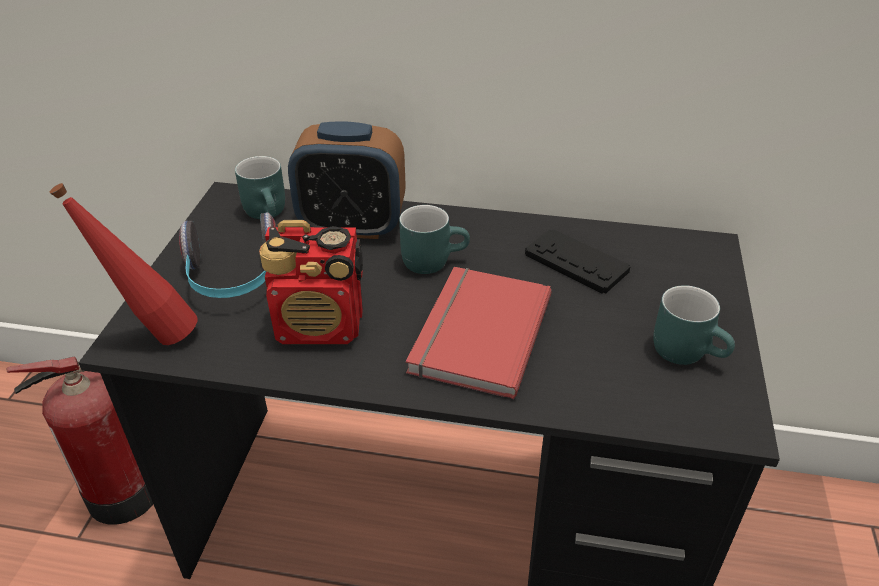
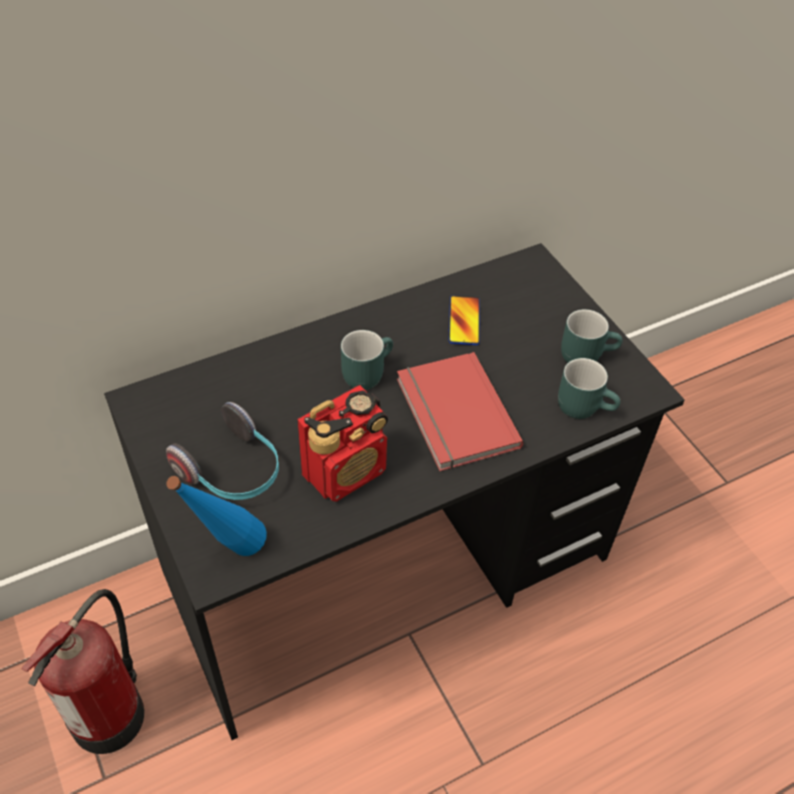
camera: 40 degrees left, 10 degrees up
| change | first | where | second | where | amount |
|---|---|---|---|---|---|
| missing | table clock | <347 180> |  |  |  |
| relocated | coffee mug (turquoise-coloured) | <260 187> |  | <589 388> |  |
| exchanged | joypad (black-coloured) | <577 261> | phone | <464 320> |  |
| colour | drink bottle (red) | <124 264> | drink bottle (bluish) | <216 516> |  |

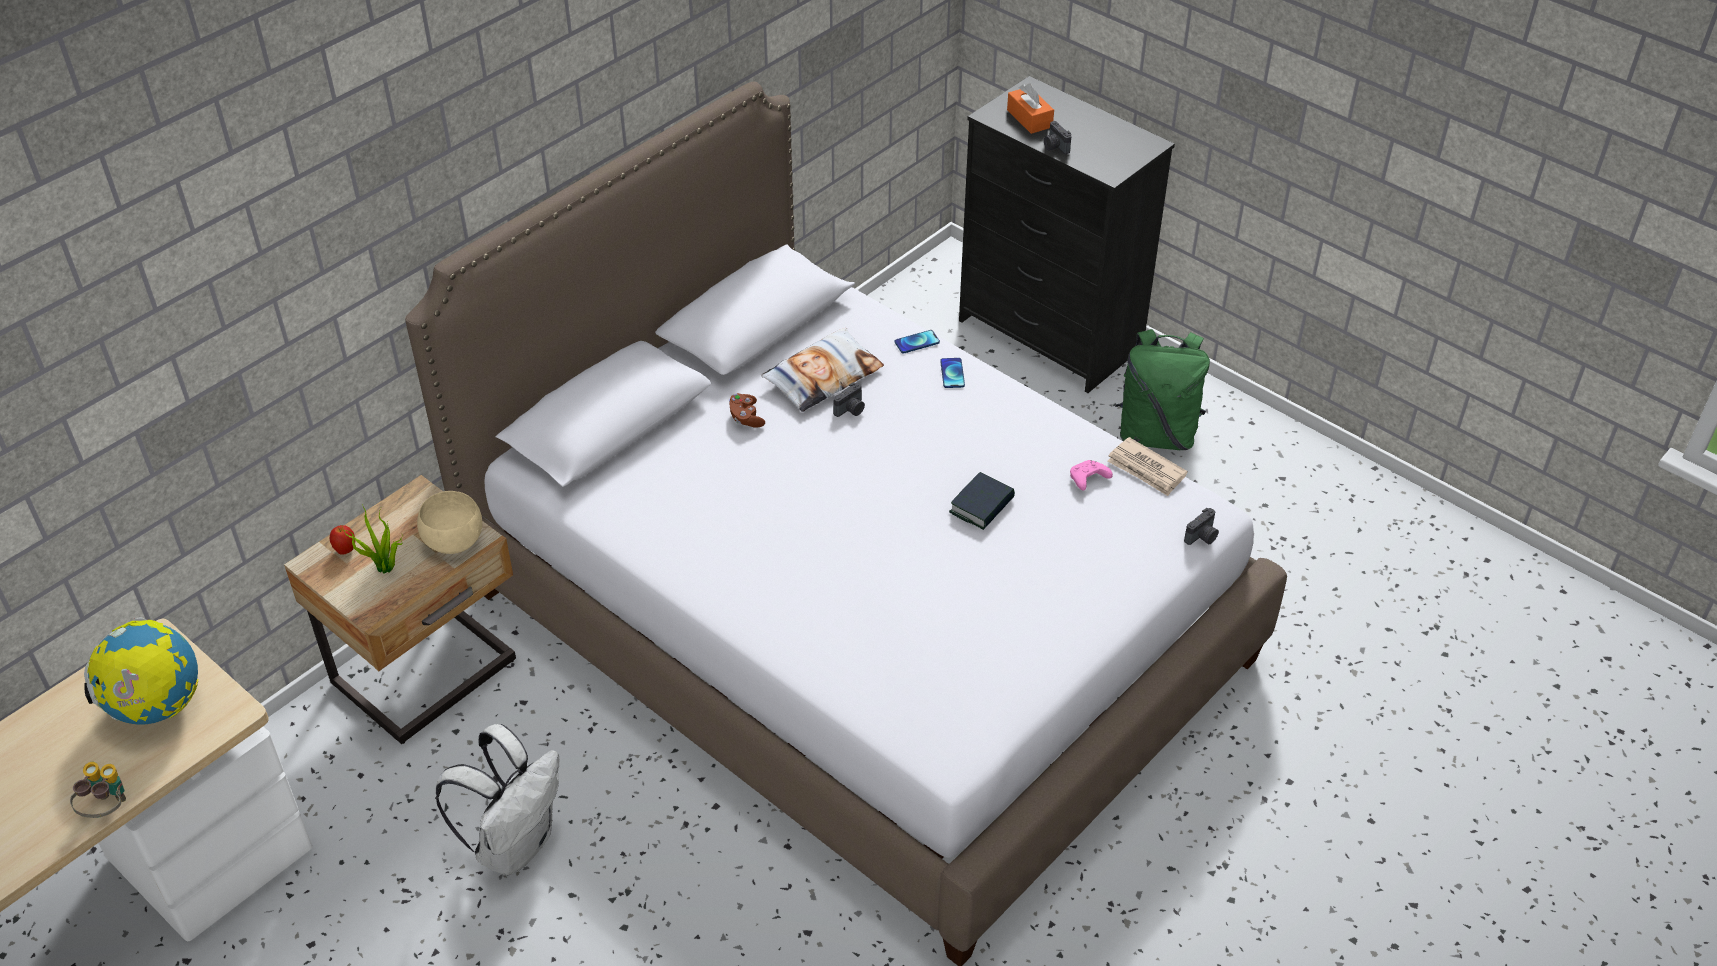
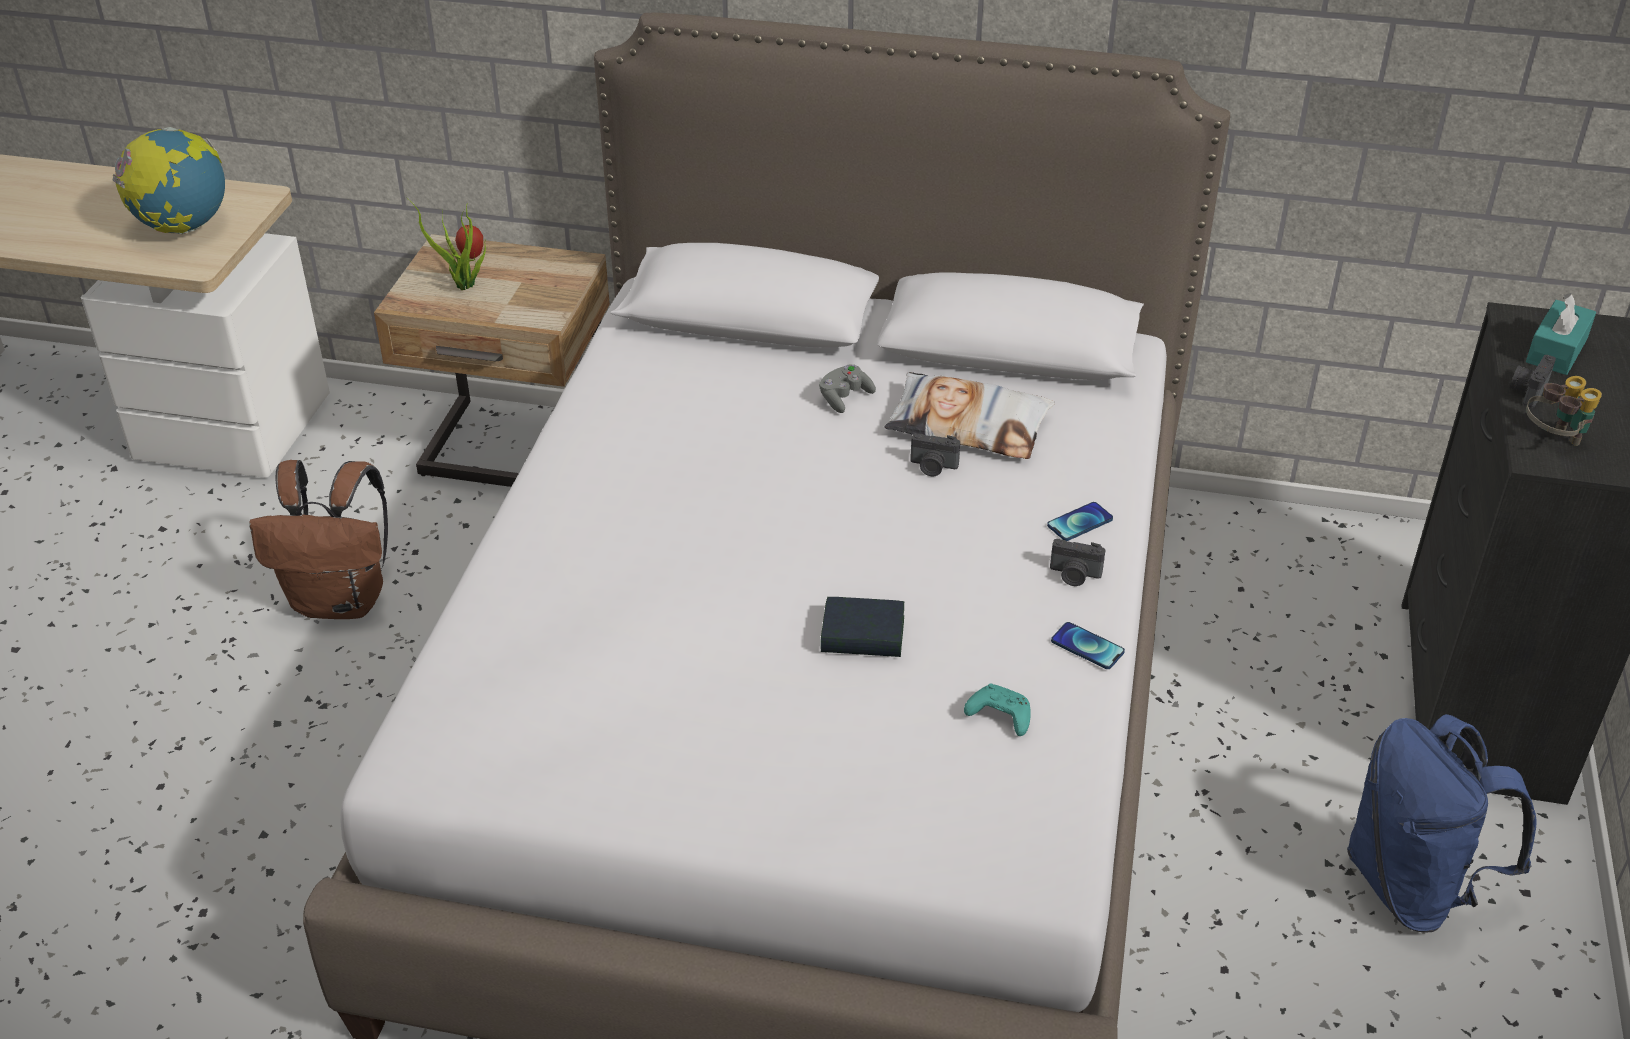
camera: 60 degrees right, 5 degrees down
| change | first | where | second | where | amount |
|---|---|---|---|---|---|
| missing | bowl (beige) | <449 522> |  |  |  |
| missing | newspaper | <1147 466> |  |  |  |
| relocated | pair of binoculars | <98 790> |  | <1564 411> |  |
| relocated | phone | <917 341> |  | <1088 645> |  |
| relocated | photo camera | <1201 526> |  | <1078 562> |  |
| colour | knapsack (whitish) | <497 800> | knapsack (brown) | <318 539> |  |
| colour | joypad (brown) | <747 410> | joypad (gray) | <847 388> |  |
| colour | tissue holder (orangey) | <1030 108> | tissue holder (turquoise-coloured) | <1561 334> |  |
| colour | joypad (pinkish) | <1091 475> | joypad (turquoise-coloured) | <997 709> |  |
| colour | knapsack (greenish) | <1162 389> | knapsack (bluish) | <1441 823> |  |

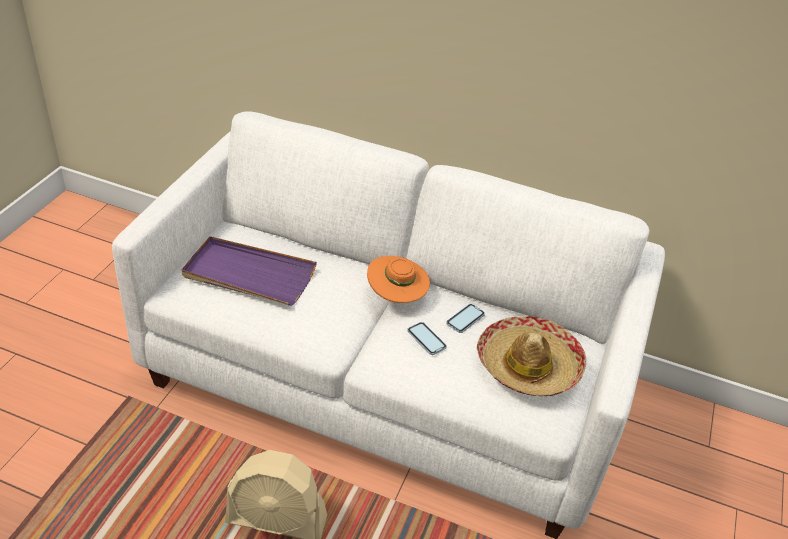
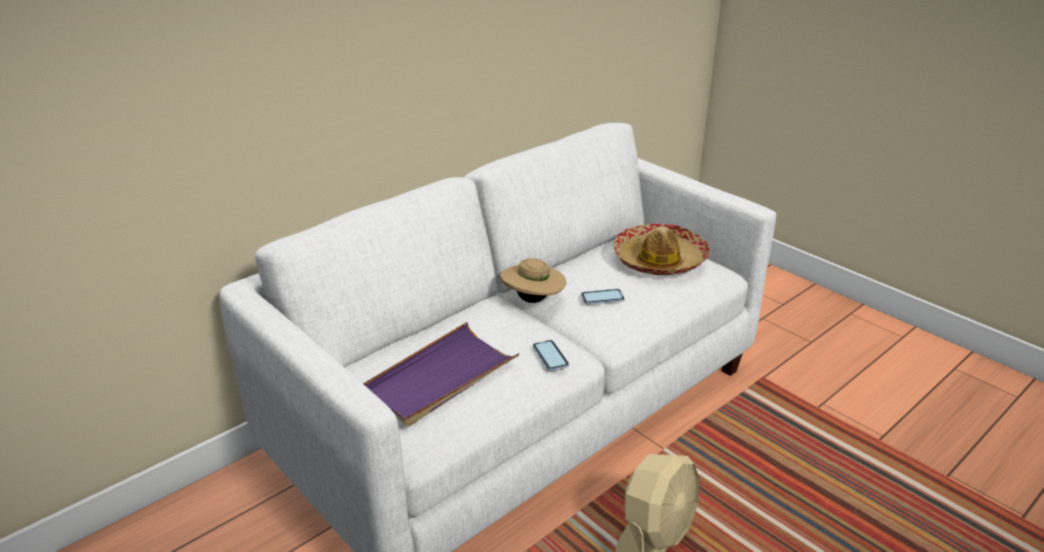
camera: 60 degrees left, 10 degrees down
| change | first | where | second | where | amount |
|---|---|---|---|---|---|
| relocated | phone | <465 318> |  | <551 355> |  |
| colour | hat (orangey) | <398 279> | hat (beige) | <533 280> |  |

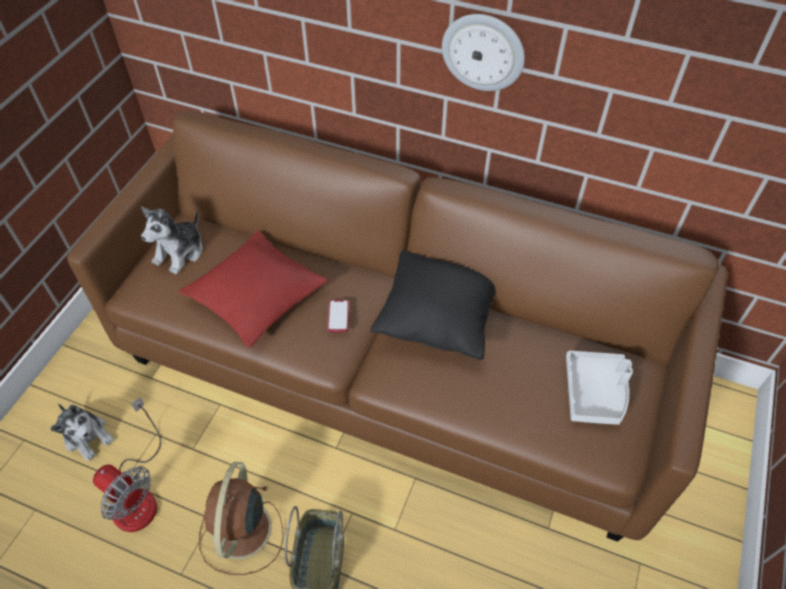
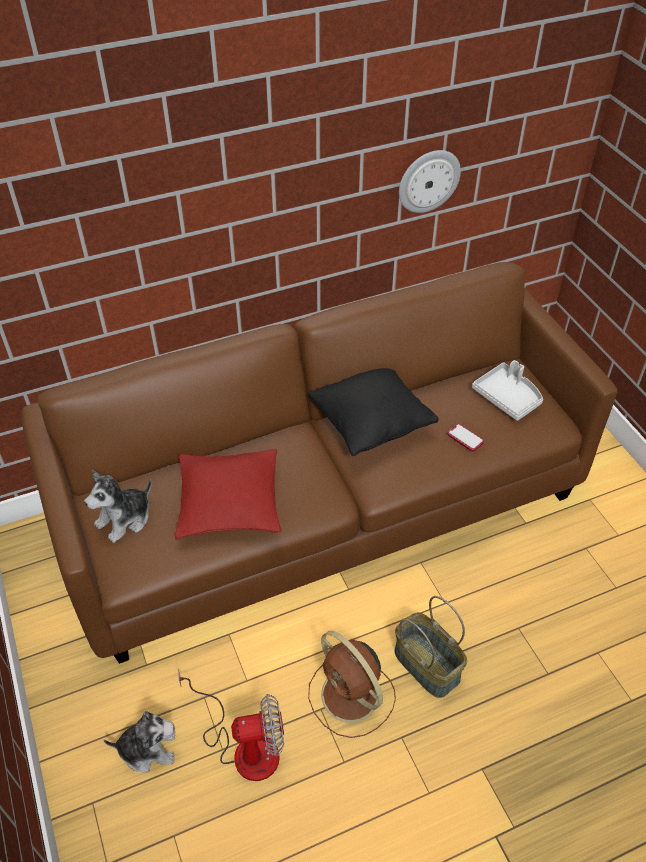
camera: 45 degrees left, 5 degrees down
| change | first | where | second | where | amount |
|---|---|---|---|---|---|
| relocated | phone | <338 316> |  | <465 438> |  |
| relocated | clock on the wall | <483 52> |  | <430 181> |  |
| spun | plush toy | <172 240> |  | <117 506> | 60 degrees clockwise |

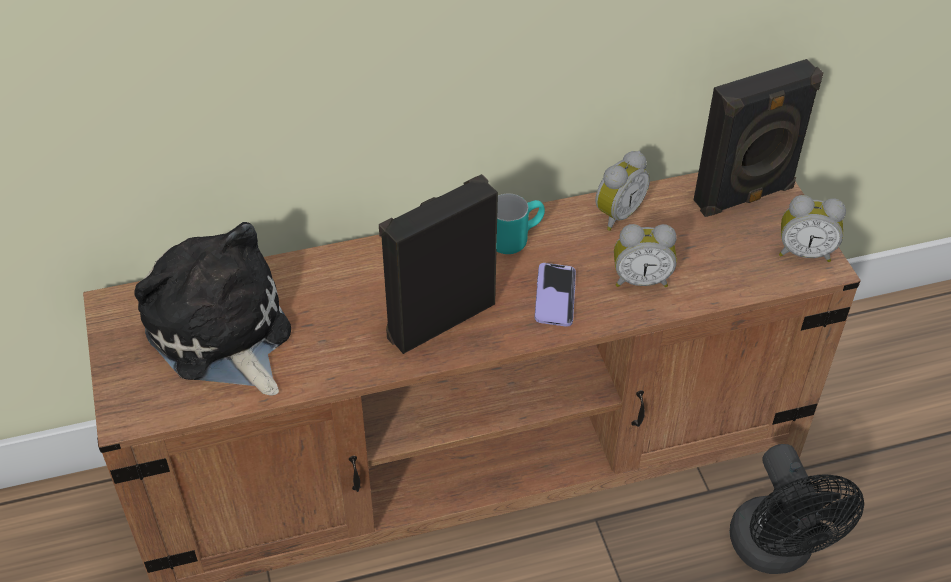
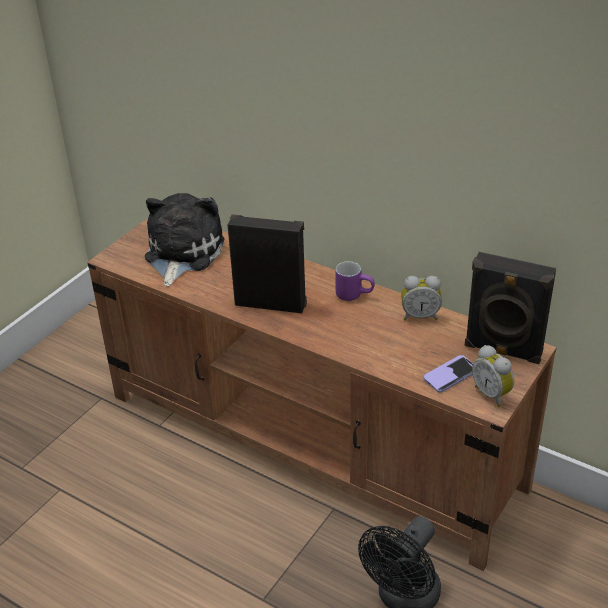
camera: 50 degrees right, 10 degrees down
| change | first | where | second | where | amount |
|---|---|---|---|---|---|
| missing | table clock | <645 255> |  |  |  |
| relocated | phone | <555 295> |  | <448 374> |  |
| colour | coffee mug (turquoise-coloured) | <520 224> | coffee mug (purple) | <355 281> |  |

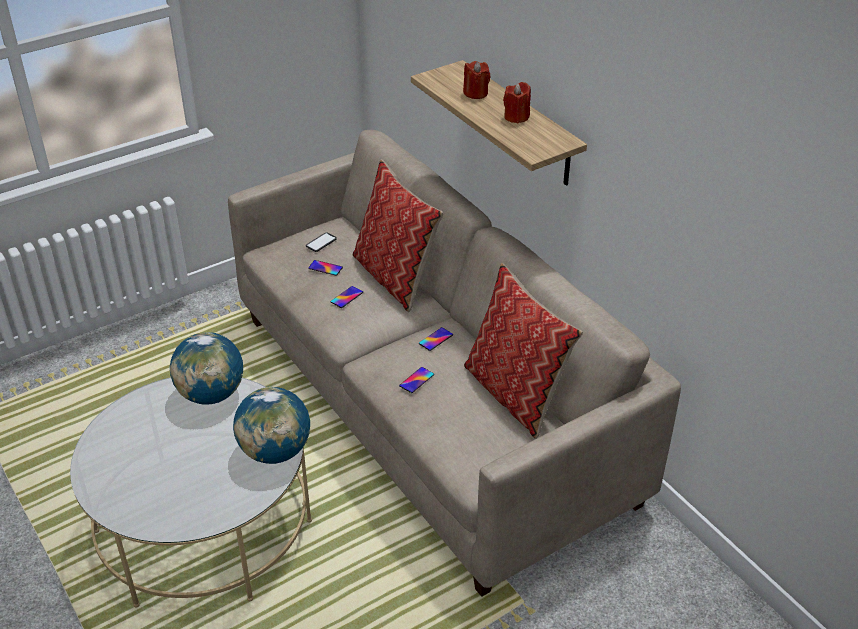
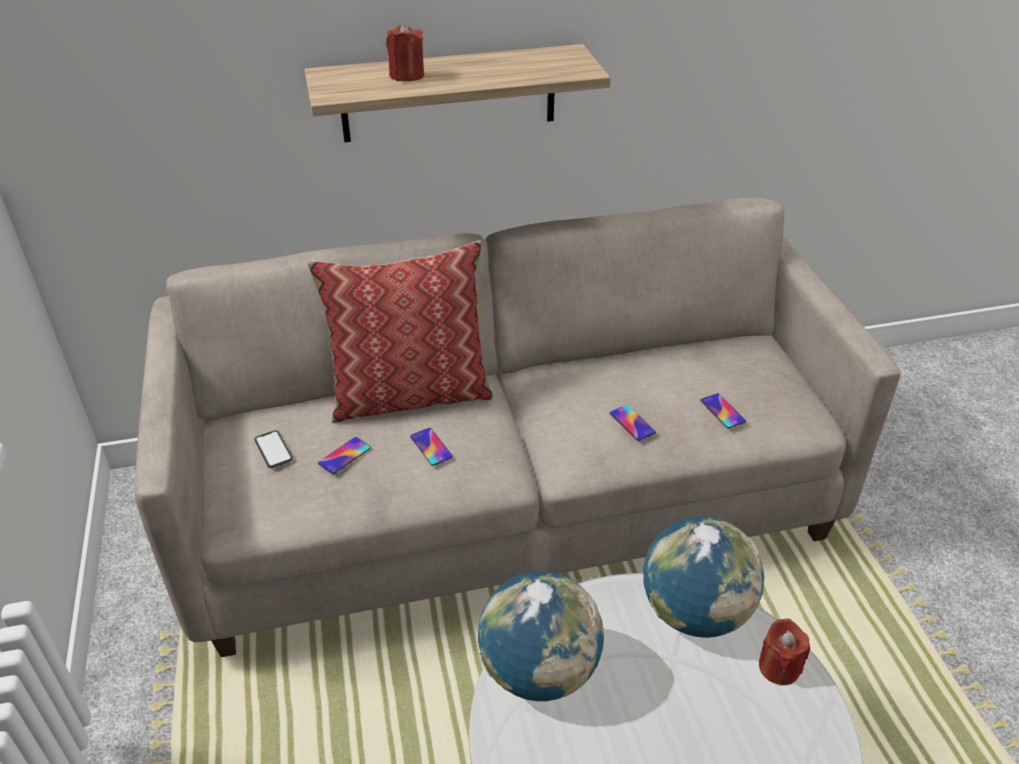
camera: 70 degrees left, 0 degrees up
| change | first | where | second | where | amount |
|---|---|---|---|---|---|
| missing | cushion | <523 351> |  |  |  |
| relocated | phone | <436 339> |  | <723 410> |  |
| relocated | wax candle (red) | <517 102> |  | <784 652> |  |

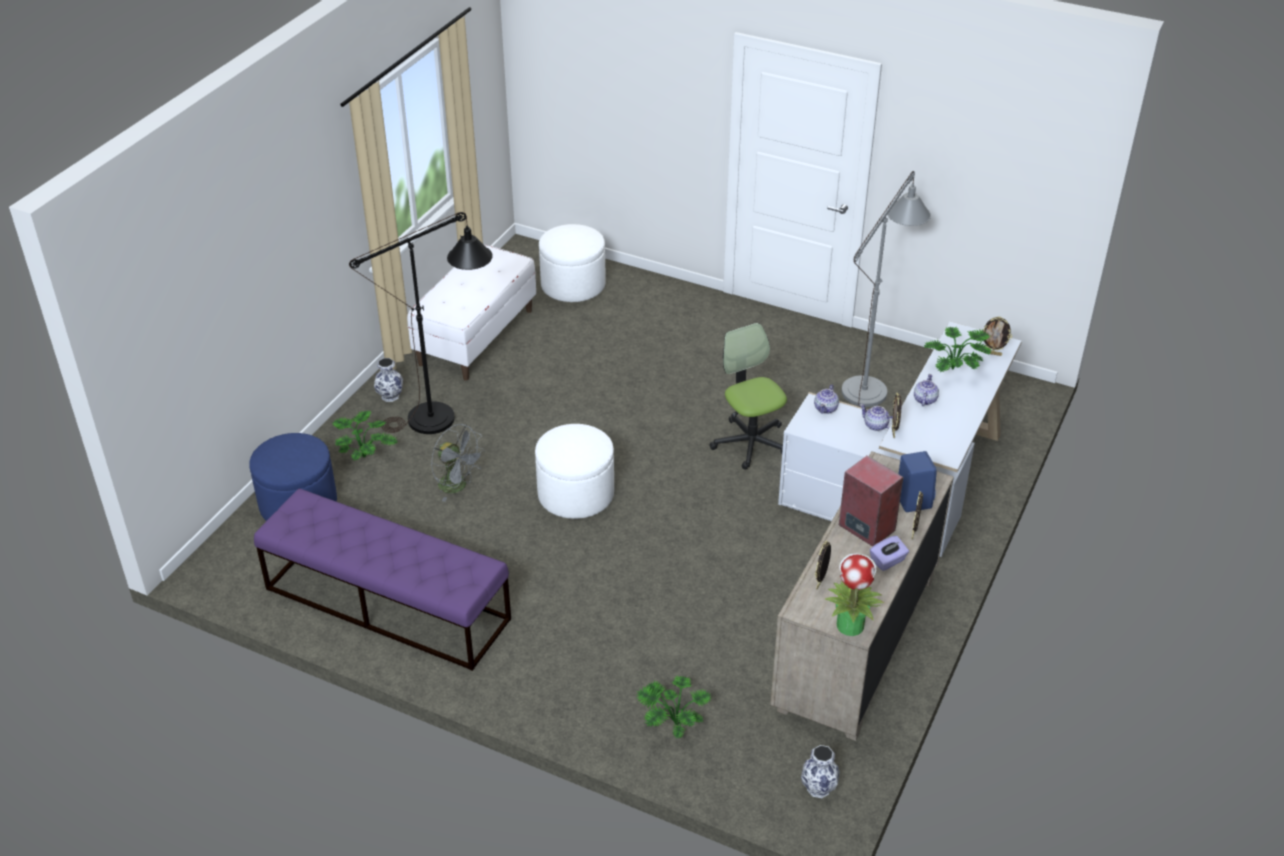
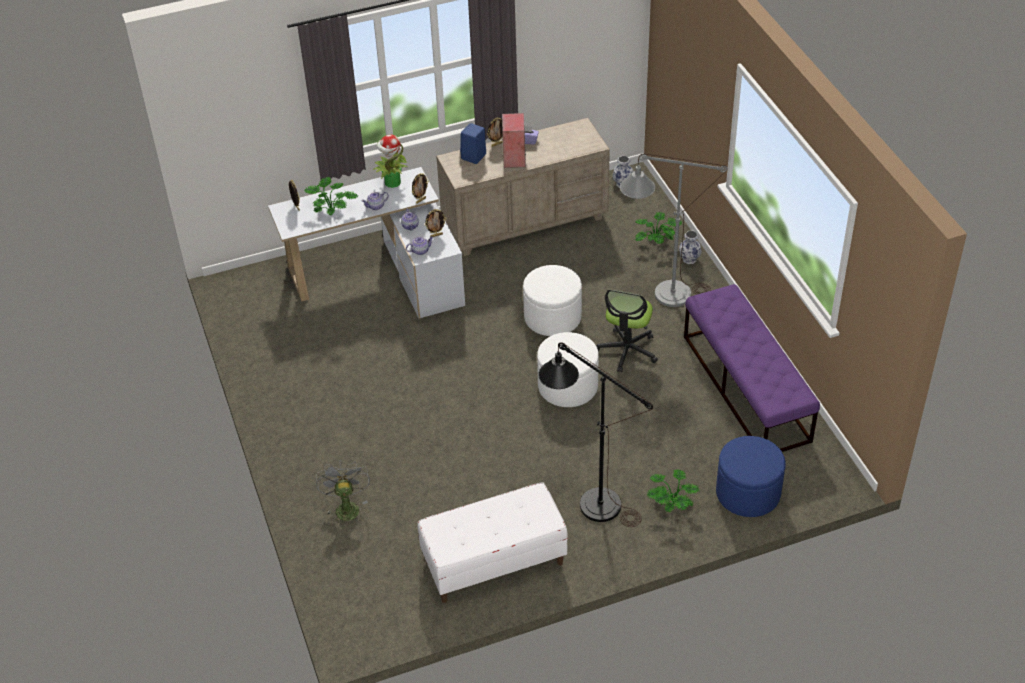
camera: 135 degrees left, 5 degrees up
| change | first | where | second | where | amount |
|---|---|---|---|---|---|
| relocated | flower vase | <388 380> |  | <690 247> |  |
| relocated | electric fan (gray) | <458 463> |  | <343 494> |  |
| relocated | pouffe (whitish) | <572 263> |  | <552 300> |  |
| relocated | office chair | <748 396> |  | <627 331> |  |
| relocated | picture frame | <823 564> |  | <436 223> |  |
| relocated | houseplant | <854 594> |  | <390 161> |  |
| relocated | standard lamp (gray) | <886 289> |  | <673 230> |  |

